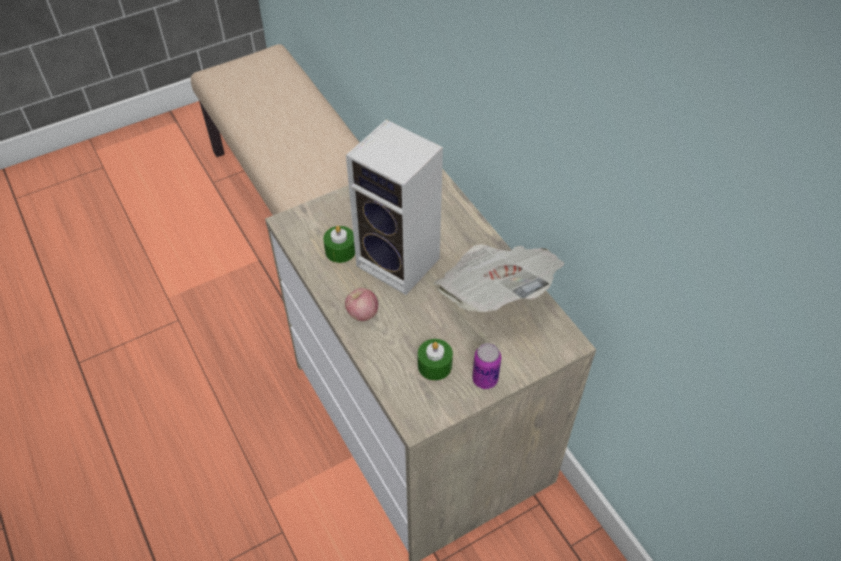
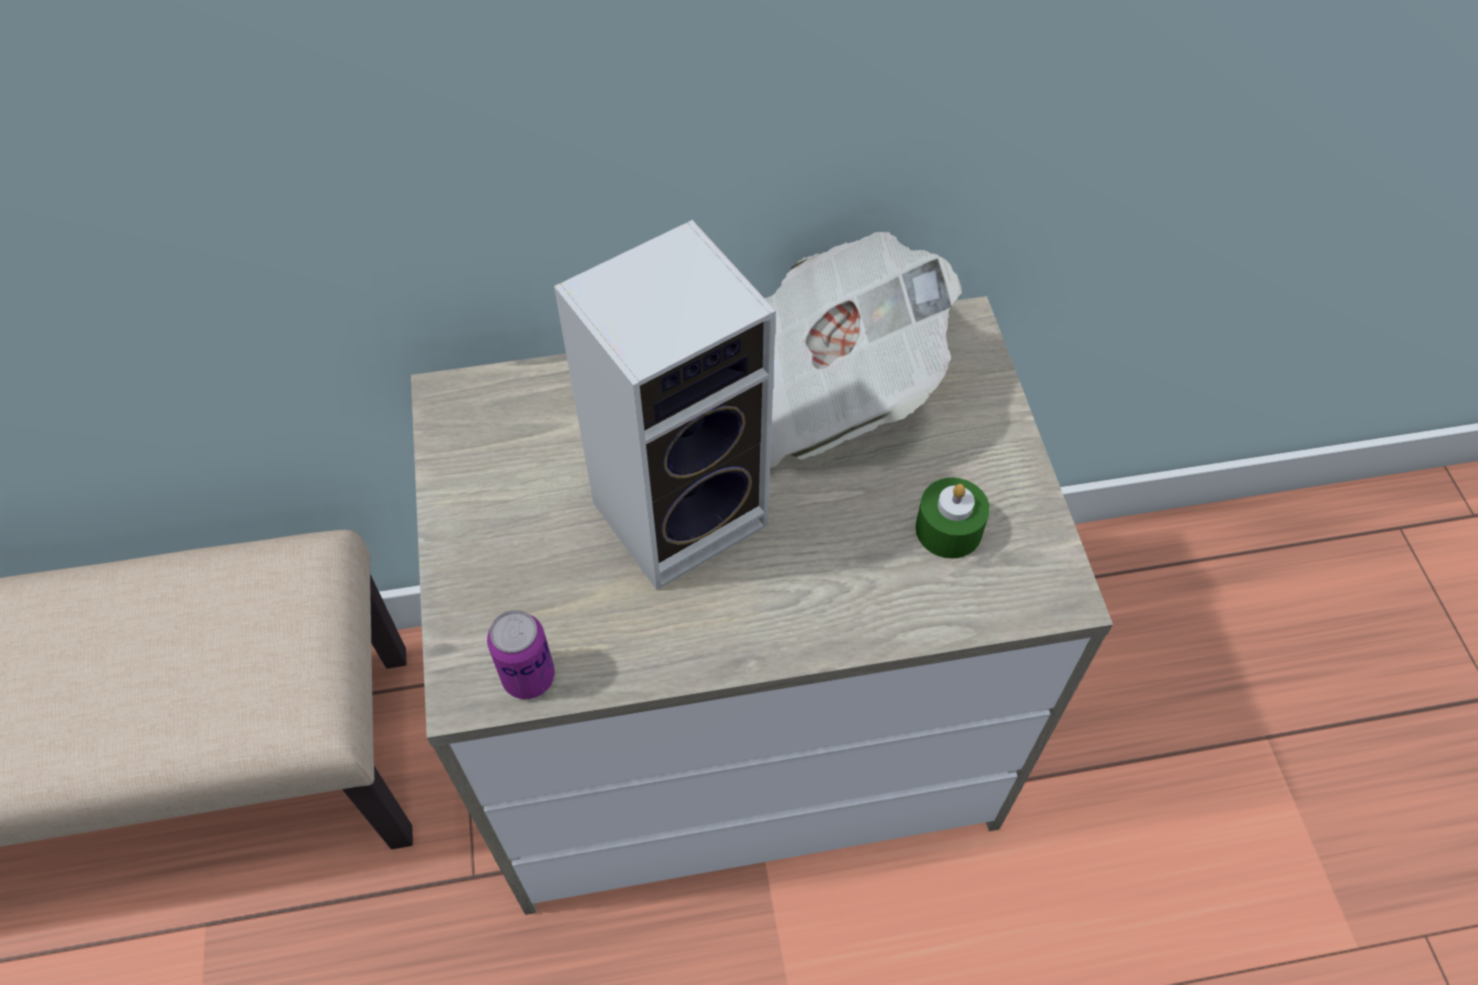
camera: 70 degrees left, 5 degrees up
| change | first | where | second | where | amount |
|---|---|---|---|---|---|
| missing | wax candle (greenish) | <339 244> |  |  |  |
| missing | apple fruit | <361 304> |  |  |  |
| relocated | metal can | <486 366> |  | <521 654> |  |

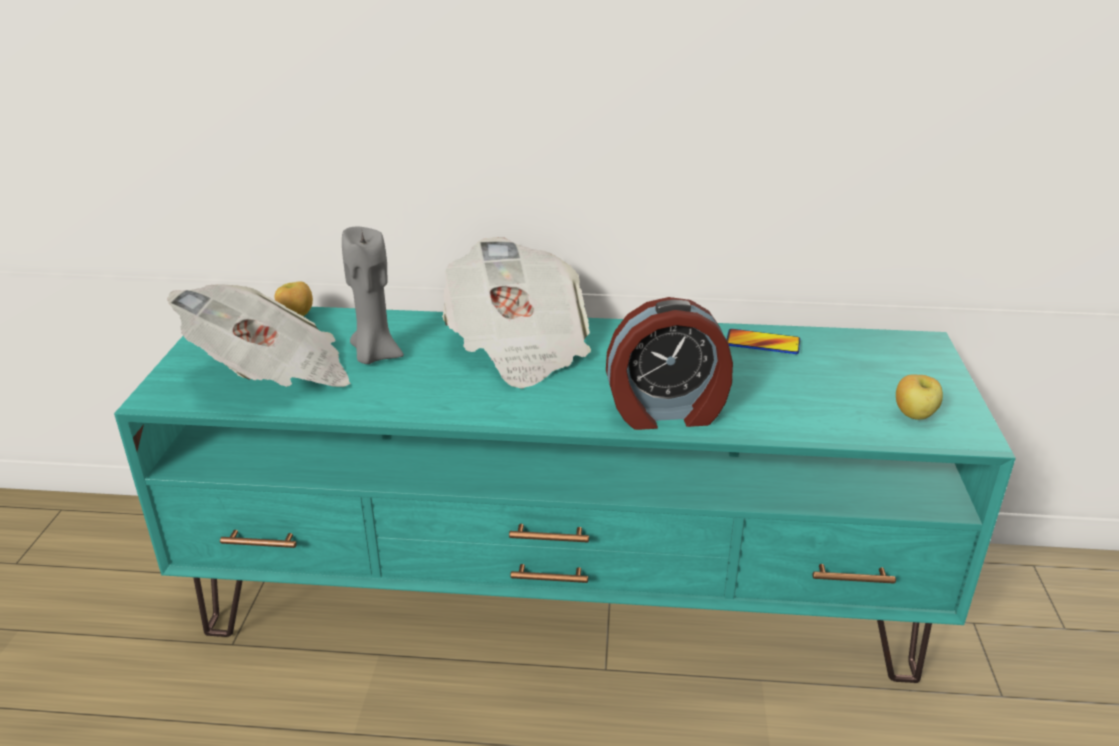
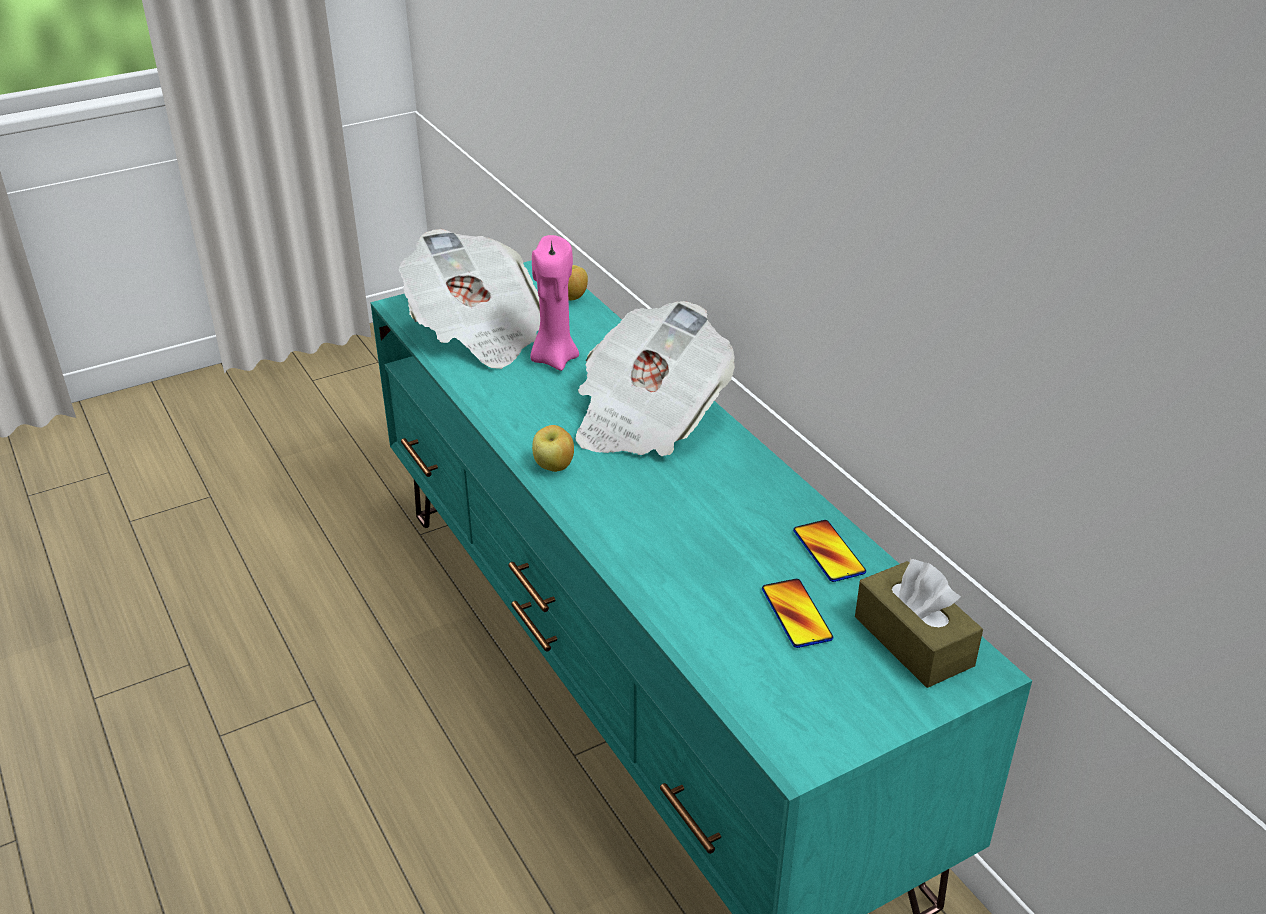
camera: 55 degrees right, 5 degrees up
| change | first | where | second | where | amount |
|---|---|---|---|---|---|
| missing | table clock | <669 363> |  |  |  |
| appeared |  |  | phone | <797 613> |  |
| appeared |  |  | tissue holder (brown) | <919 623> |  |
| relocated | apple fruit | <919 397> |  | <553 448> |  |
| colour | wax candle (gray) | <373 295> | wax candle (pinkish) | <554 303> |  |

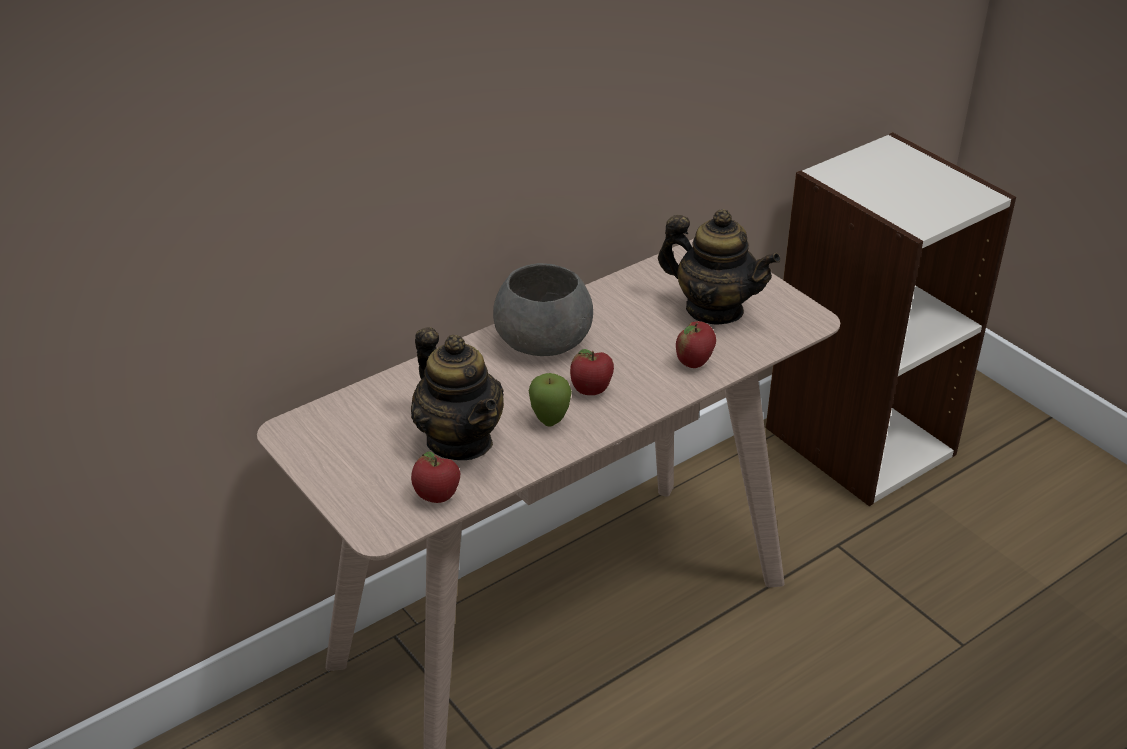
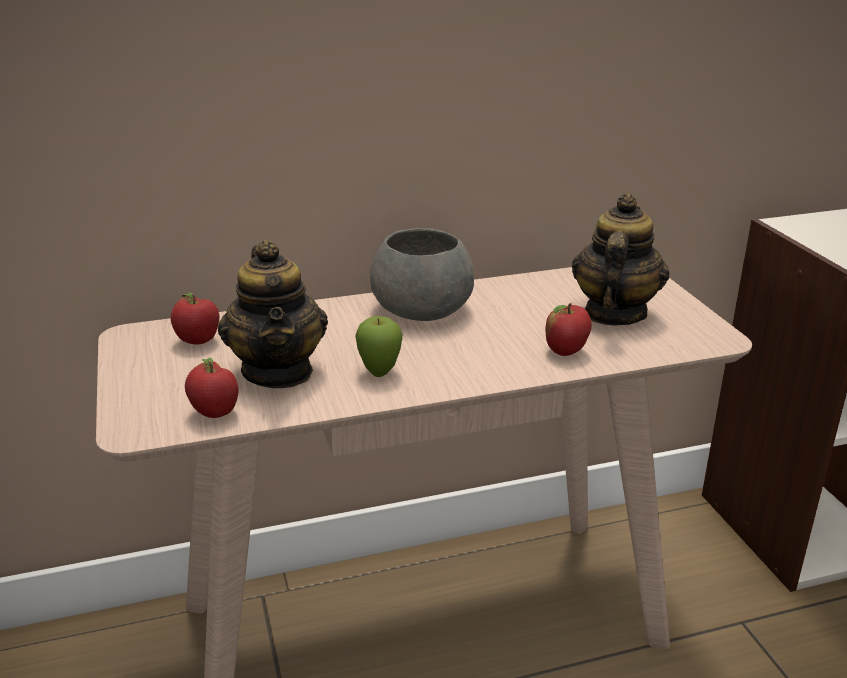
camera: 20 degrees right, 10 degrees down
| change | first | where | second | where | amount |
|---|---|---|---|---|---|
| relocated | apple fruit | <592 372> |  | <195 318> |  |
| spun | teapot | <719 266> |  | <621 259> | 120 degrees counterclockwise |

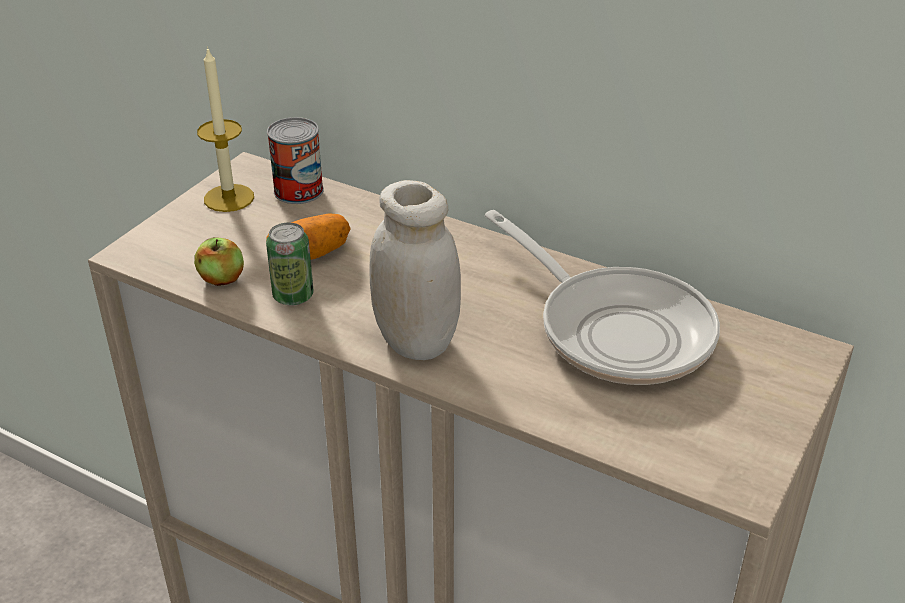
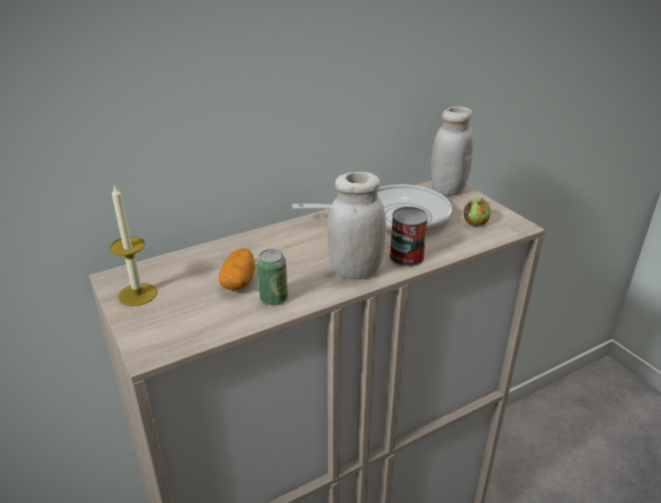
camera: 60 degrees left, 5 degrees down
| change | first | where | second | where | amount |
|---|---|---|---|---|---|
| appeared |  |  | jar (whitish) | <452 151> |  |
| relocated | apple fruit | <219 261> |  | <477 211> |  |
| relocated | metal can | <295 160> |  | <409 237> |  |

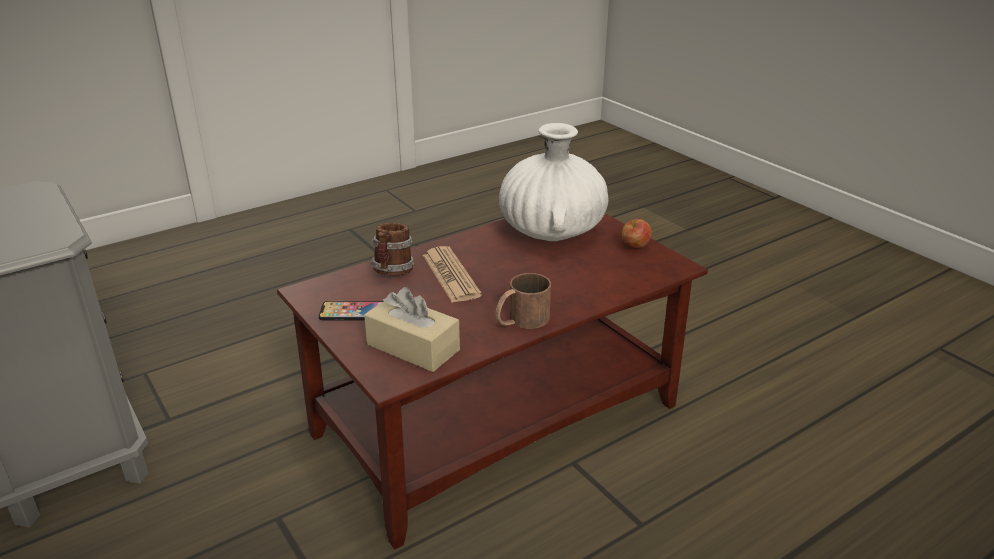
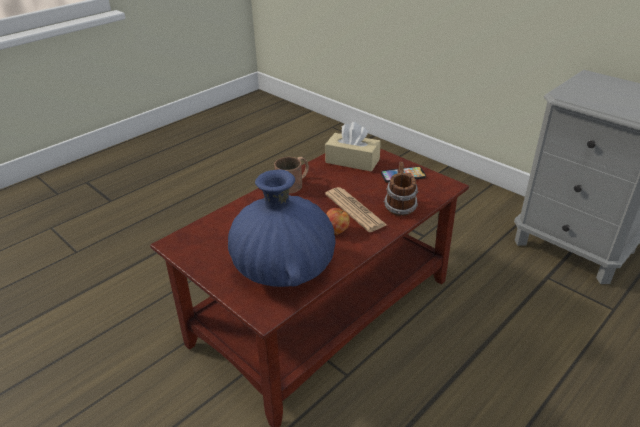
camera: 170 degrees right, 5 degrees up
| change | first | where | second | where | amount |
|---|---|---|---|---|---|
| relocated | apple fruit | <637 233> |  | <338 221> |  |
| colour | flower vase (whitish) | <553 182> | flower vase (bluish) | <282 228> |  |

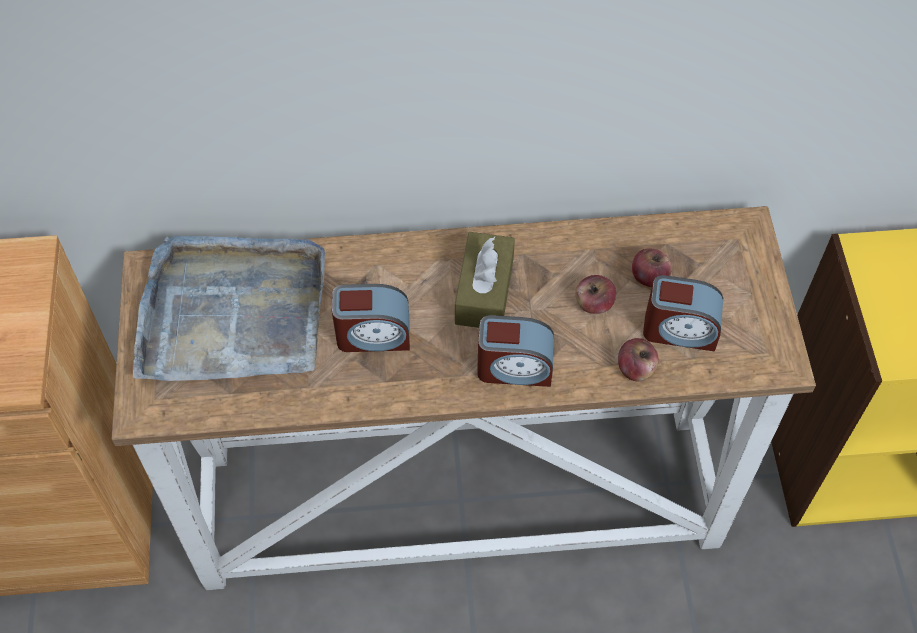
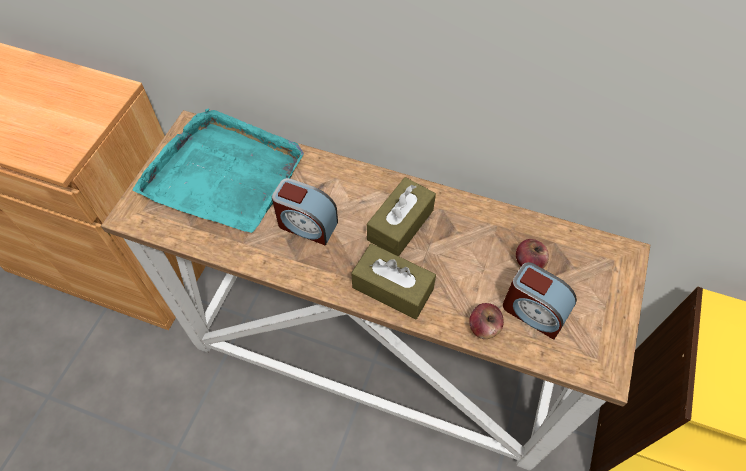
camera: 25 degrees right, 0 degrees up
| change | first | where | second | where | amount |
|---|---|---|---|---|---|
| missing | apple fruit | <595 294> |  |  |  |
| exchanged | table clock | <515 351> | tissue holder (brown) | <393 281> |  |
| colour | carrying tray (gray) | <229 308> | carrying tray (turquoise-coloured) | <218 171> |  |

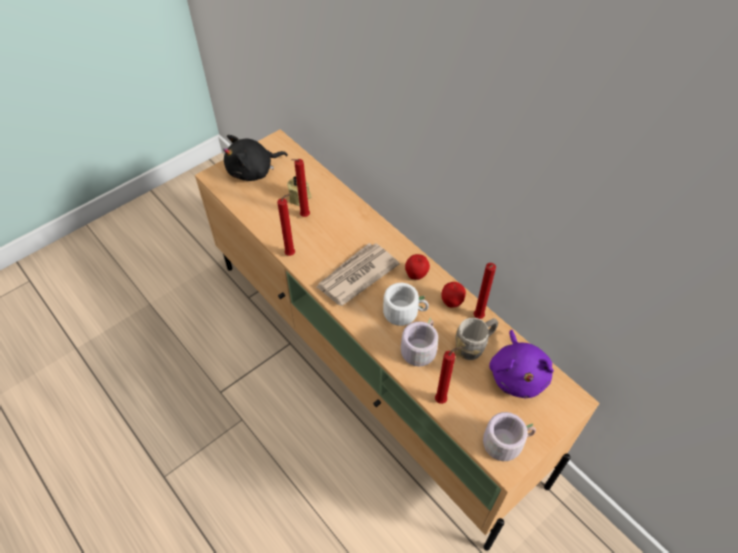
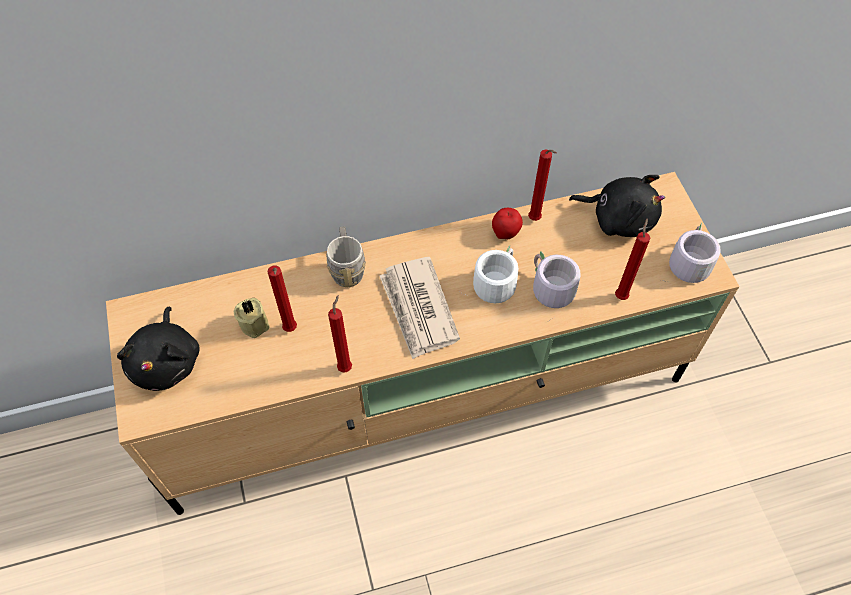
camera: 65 degrees left, 5 degrees up
| change | first | where | second | where | amount |
|---|---|---|---|---|---|
| missing | apple fruit | <417 267> |  |  |  |
| relocated | coffee mug (gray) | <476 339> |  | <346 257> |  |
| colour | plush toy (purple) | <521 364> | plush toy (black-coloured) | <617 206> |  |

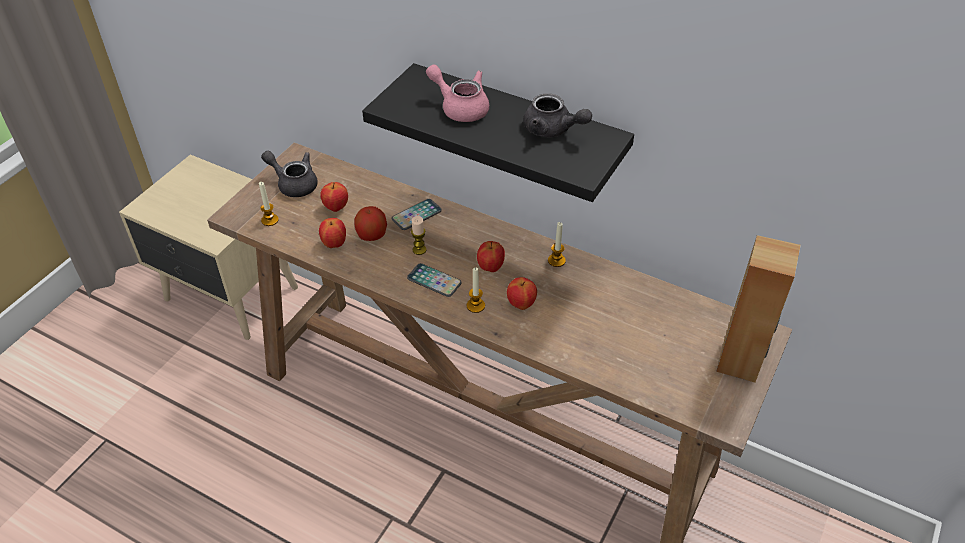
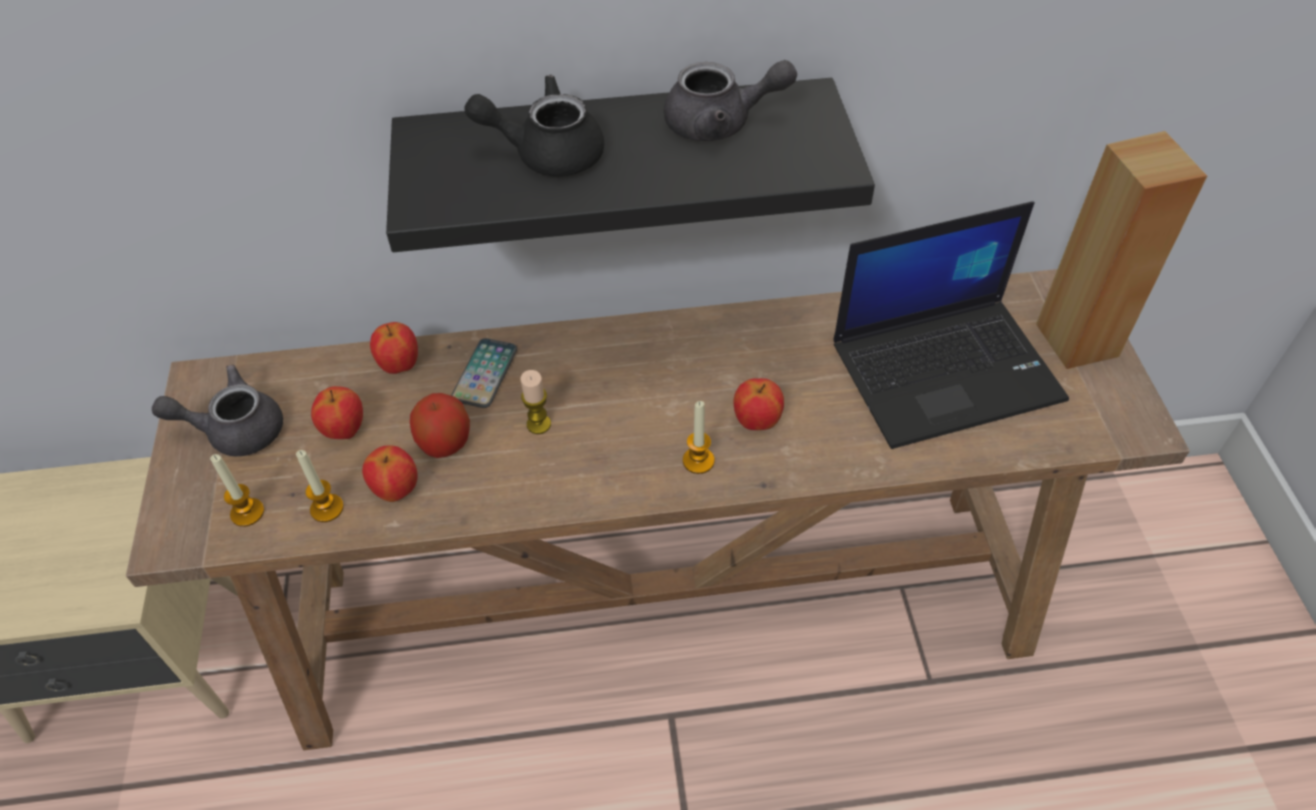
camera: 35 degrees left, 5 degrees up
| change | first | where | second | where | amount |
|---|---|---|---|---|---|
| missing | phone | <434 280> |  |  |  |
| appeared |  |  | notebook computer | <951 325> |  |
| relocated | apple fruit | <491 256> |  | <394 348> |  |
| relocated | wax candle | <557 244> |  | <320 486> |  |
| colour | teapot (pinkish) | <457 93> | teapot (black-coloured) | <534 125> |  |

